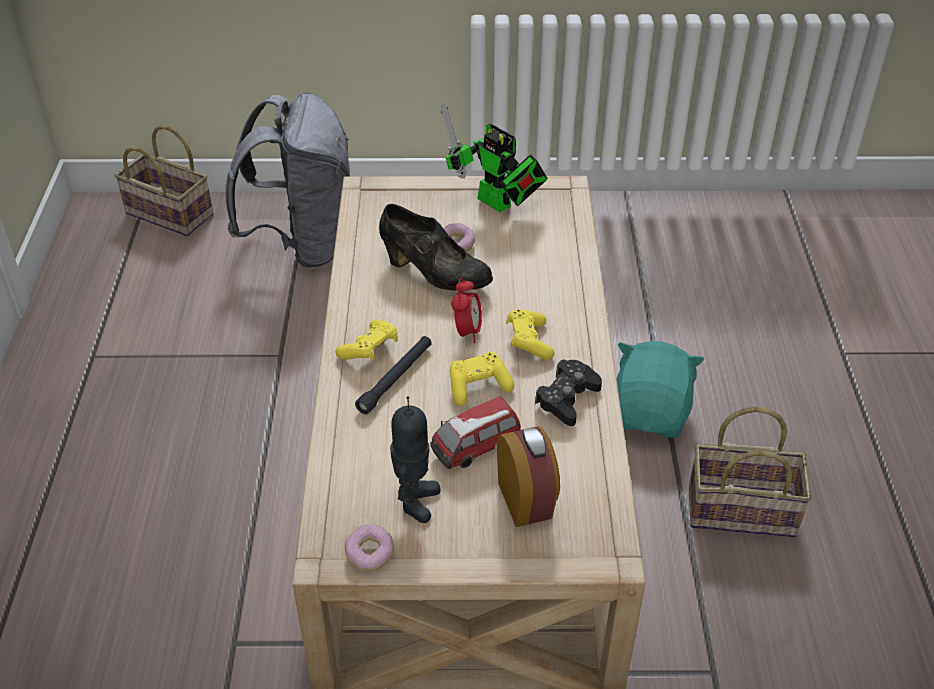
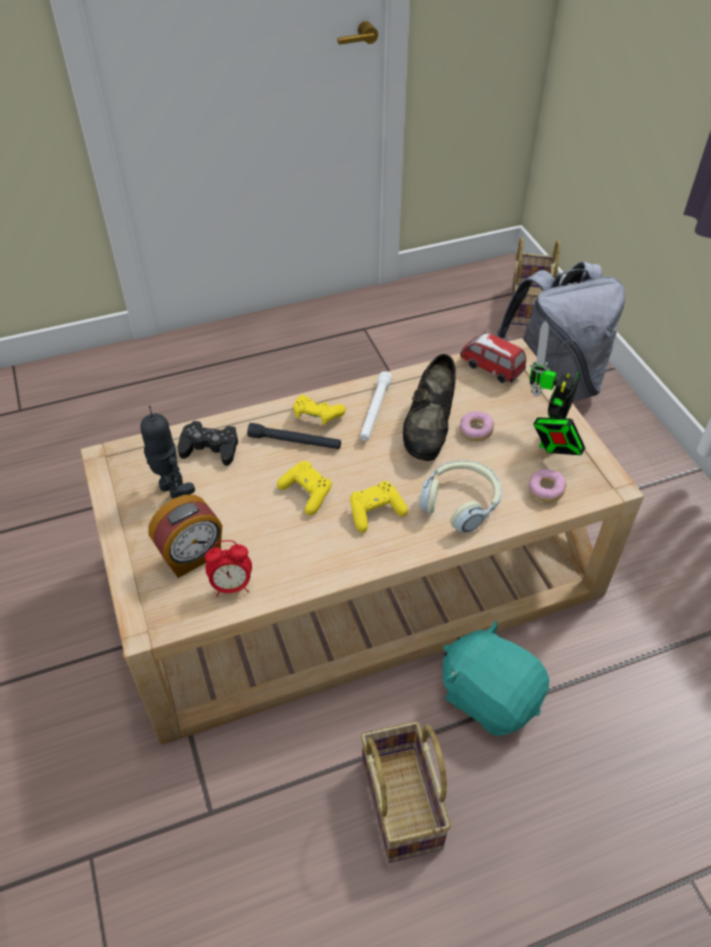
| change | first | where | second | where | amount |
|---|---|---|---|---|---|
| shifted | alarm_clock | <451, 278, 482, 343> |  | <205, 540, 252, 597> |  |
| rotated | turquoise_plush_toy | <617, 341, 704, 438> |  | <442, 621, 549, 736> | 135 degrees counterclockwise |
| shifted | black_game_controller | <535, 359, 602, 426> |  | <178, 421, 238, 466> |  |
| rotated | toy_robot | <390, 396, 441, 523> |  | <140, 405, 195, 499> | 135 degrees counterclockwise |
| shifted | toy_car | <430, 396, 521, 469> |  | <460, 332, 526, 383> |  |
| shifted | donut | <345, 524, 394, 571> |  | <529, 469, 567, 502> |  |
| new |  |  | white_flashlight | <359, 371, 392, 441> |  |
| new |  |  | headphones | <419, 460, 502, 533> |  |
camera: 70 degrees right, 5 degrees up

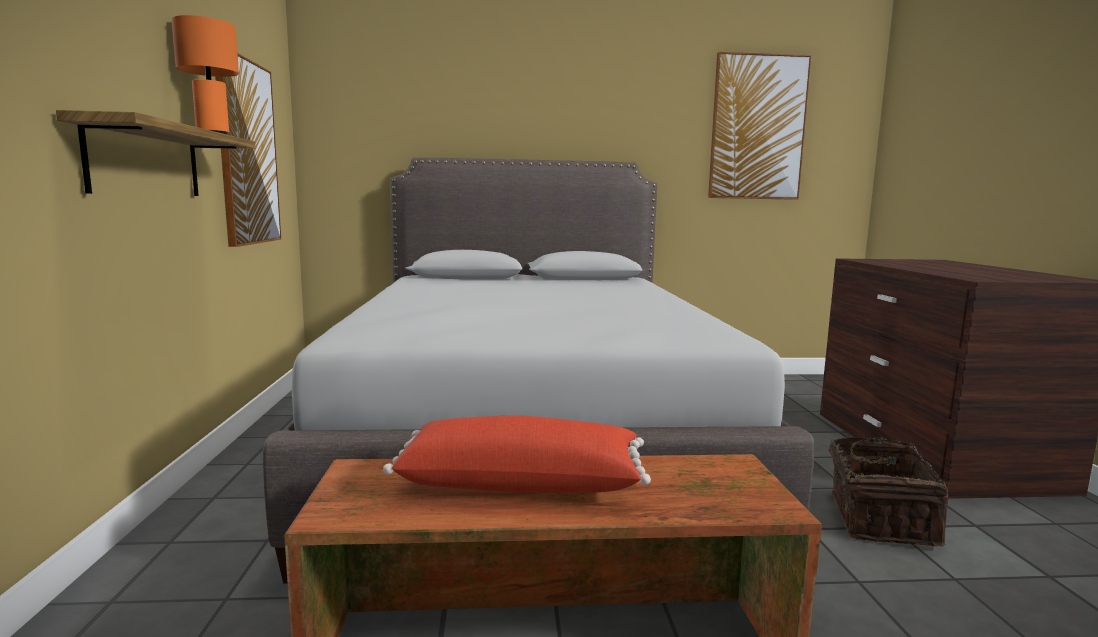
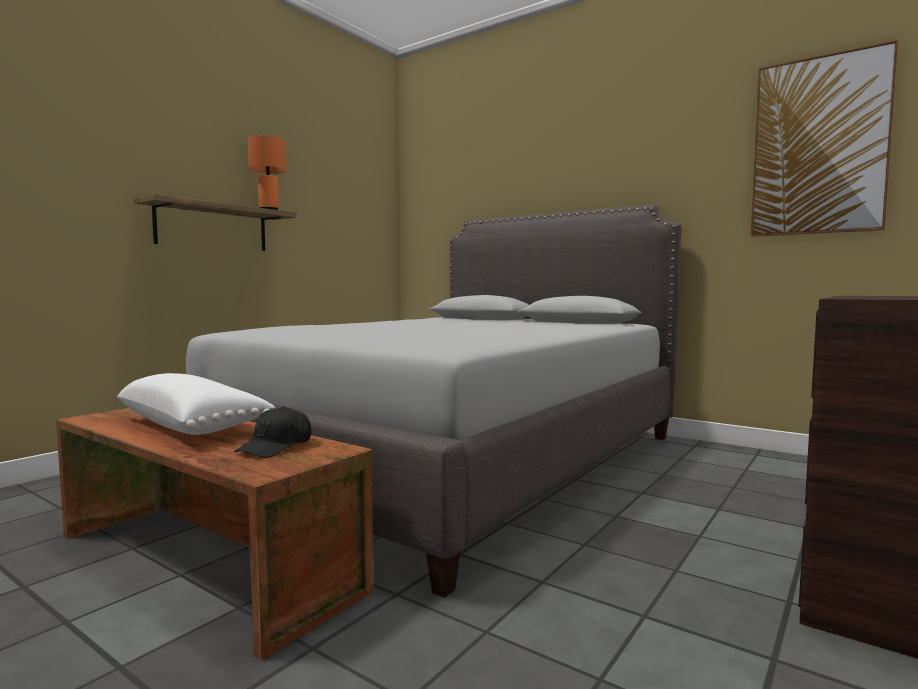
| change | first | where | second | where | amount |
|---|---|---|---|---|---|
| gone | picture | <215, 54, 281, 247> |  |  |  |
| repainted | red_pillow | <383, 416, 651, 493> | white_pillow | <117, 373, 275, 435> |  |
| gone | basket | <819, 437, 948, 547> |  |  |  |
| new |  |  | black_cap | <234, 406, 311, 458> |  |
camera: 40 degrees right, 5 degrees down

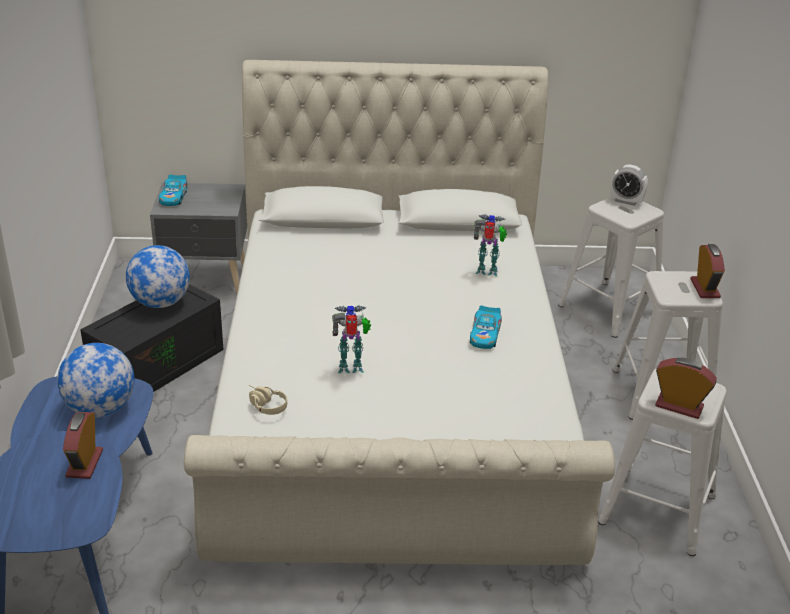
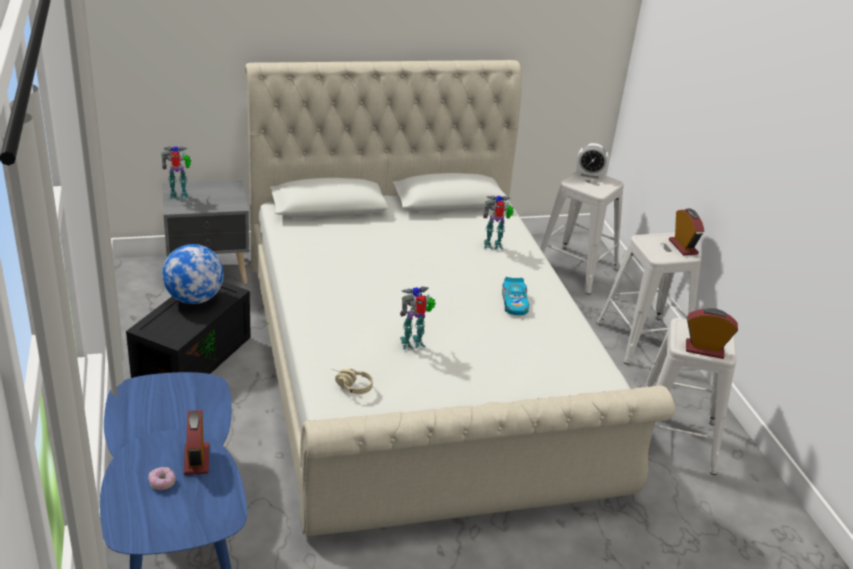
| change | first | where | second | where | amount |
|---|---|---|---|---|---|
| swapped | toy_car | <159, 174, 187, 206> | toy_robot | <161, 146, 191, 199> |  |
| gone | globe | <57, 343, 135, 418> |  |  |  |
| new |  |  | donut | <148, 467, 175, 490> |  |
camera: 15 degrees left, 0 degrees up

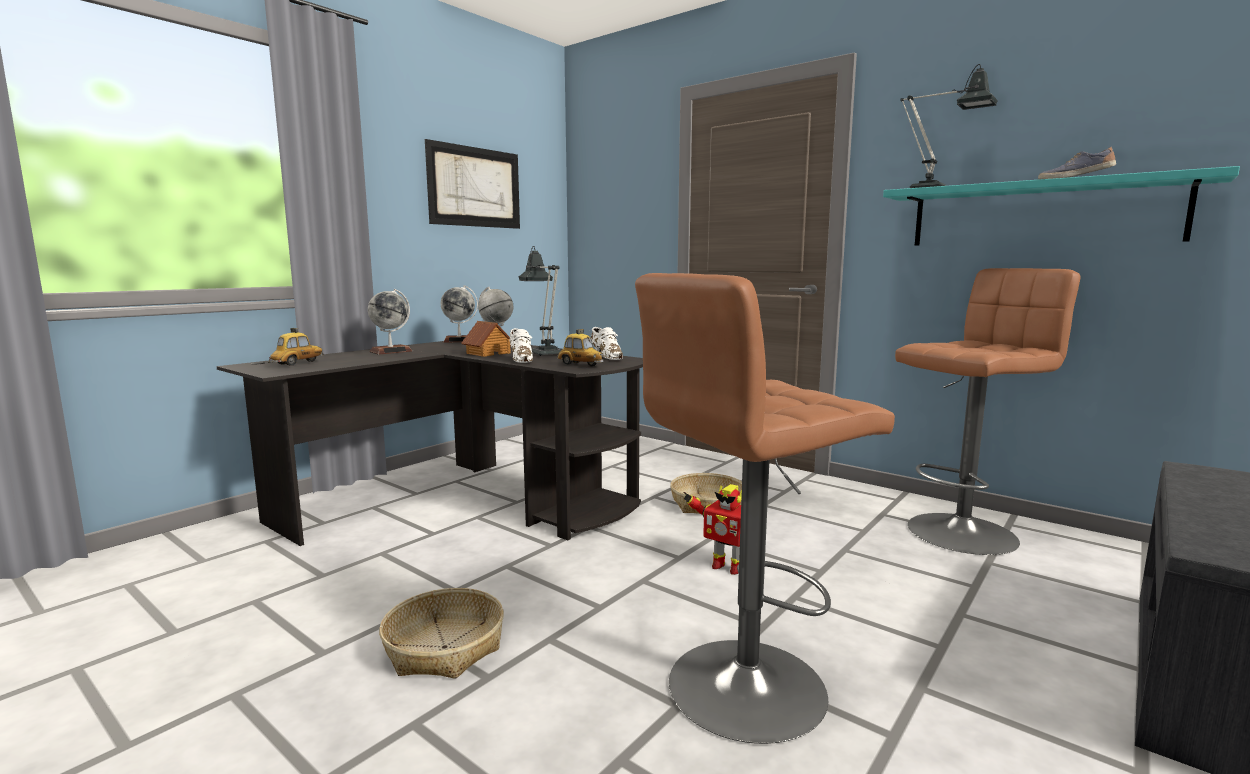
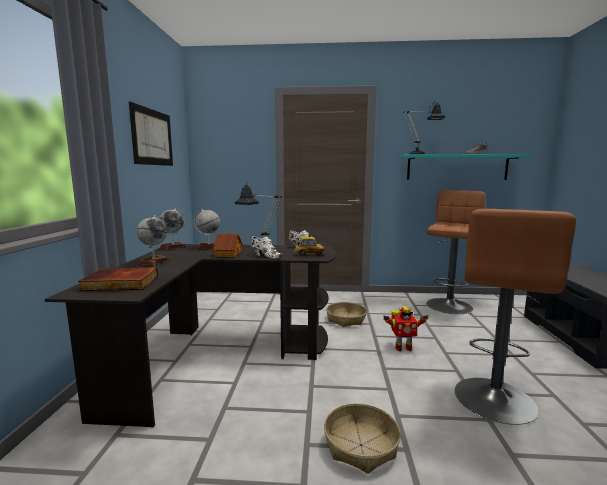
| change | first | where | second | where | amount |
|---|---|---|---|---|---|
| swapped | toy_car | <268, 328, 323, 366> | book | <78, 267, 158, 291> |  |
camera: 35 degrees left, 0 degrees up

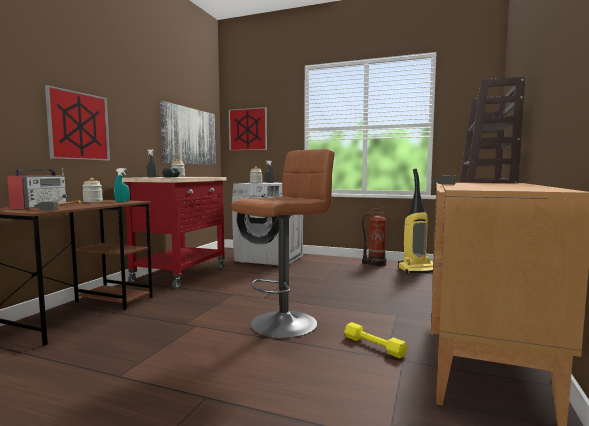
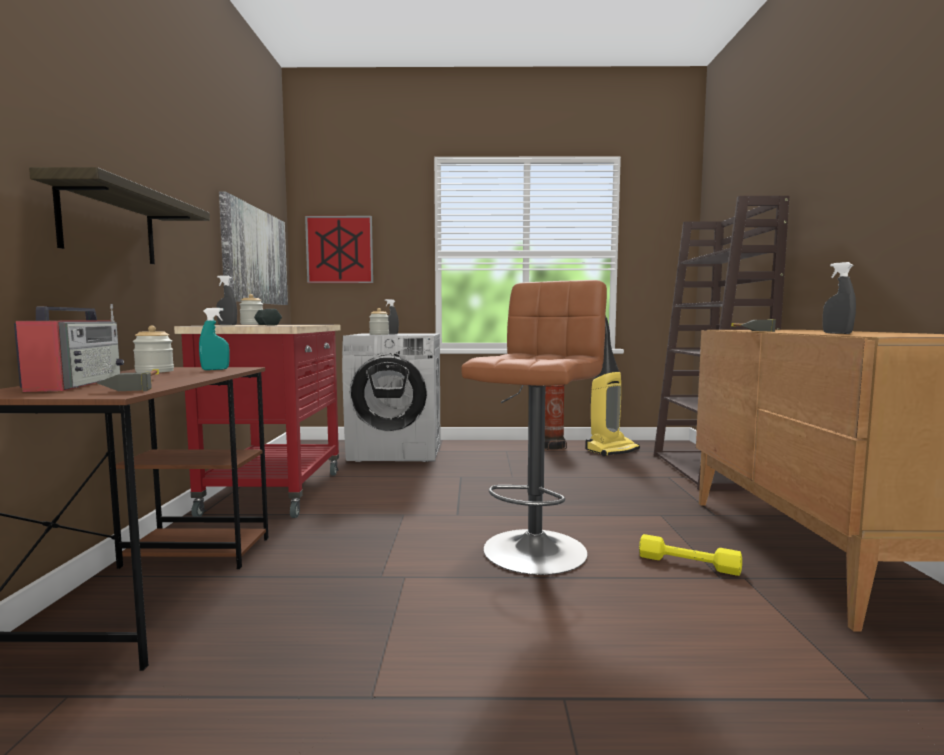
| change | first | where | second | where | amount |
|---|---|---|---|---|---|
| swapped | picture | <45, 85, 110, 161> | shelf | <29, 167, 210, 264> |  |
| new |  |  | grey_spray_bottle | <823, 262, 856, 334> |  |
camera: 20 degrees left, 0 degrees up

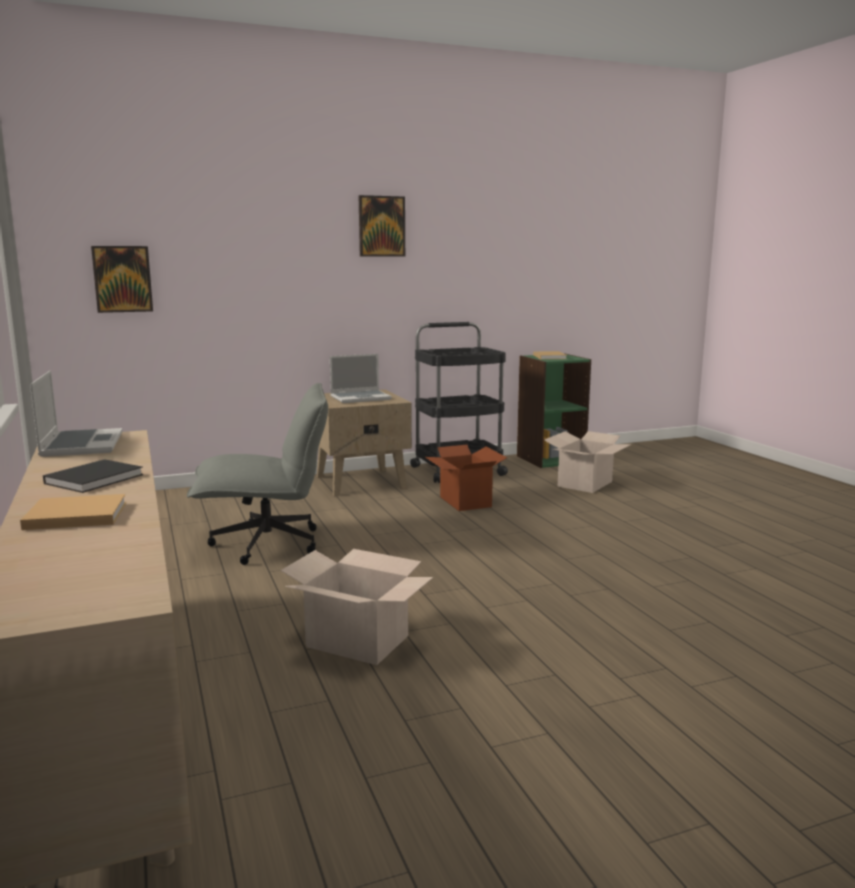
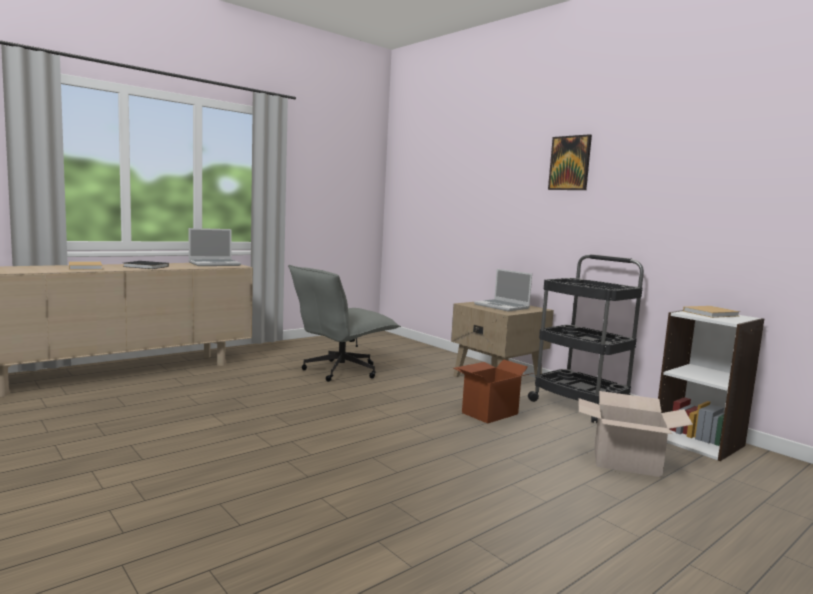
| change | first | where | second | where | amount |
|---|---|---|---|---|---|
| gone | picture | <91, 246, 153, 313> |  |  |  |
| repainted | green_bookcase | <517, 353, 591, 468> | white_bookcase | <658, 310, 764, 461> |  |
| rotated | grey_office_chair | <187, 383, 328, 565> |  | <288, 265, 401, 382> | 75 degrees clockwise |
| gone | cardboard_box | <281, 549, 433, 665> |  |  |  |
camera: 70 degrees right, 5 degrees down

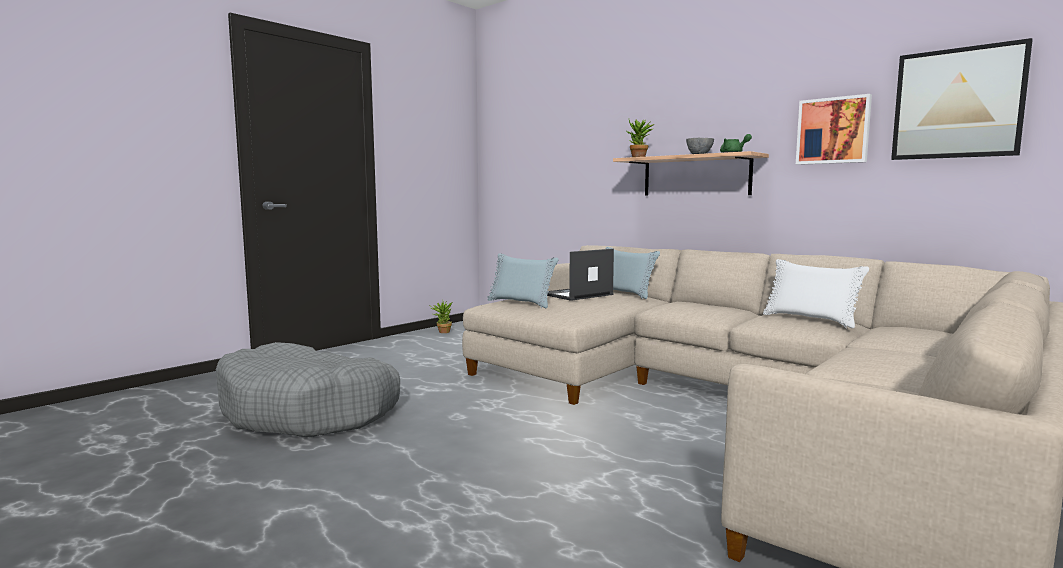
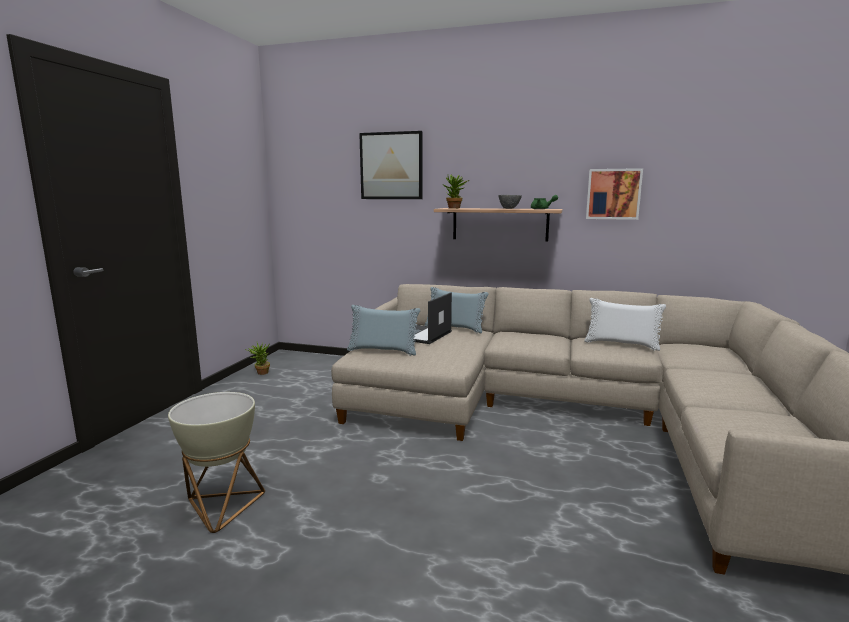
| change | first | where | second | where | amount |
|---|---|---|---|---|---|
| shifted | picture | <891, 38, 1033, 160> |  | <359, 131, 422, 199> |  |
| swapped | grey_dog_bed | <216, 342, 400, 437> | planter | <168, 392, 265, 533> |  |
camera: 25 degrees left, 5 degrees up

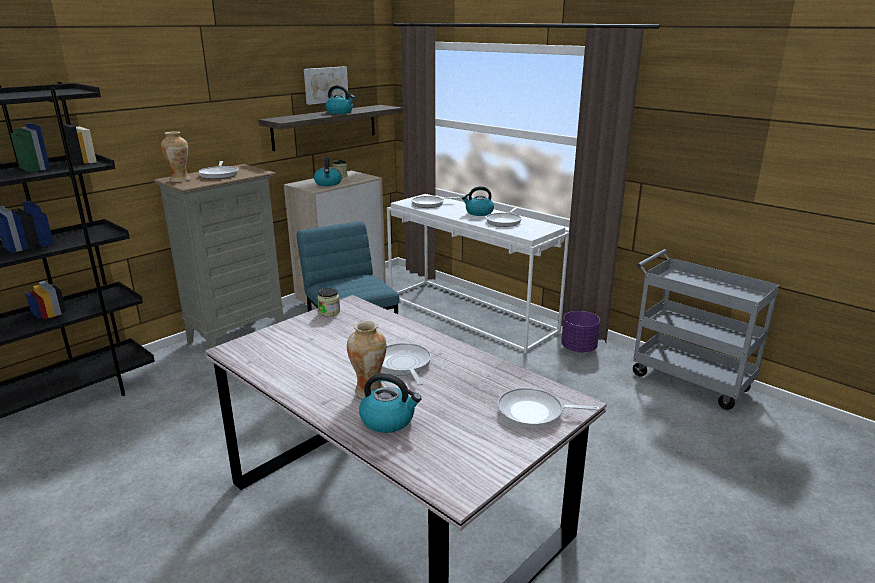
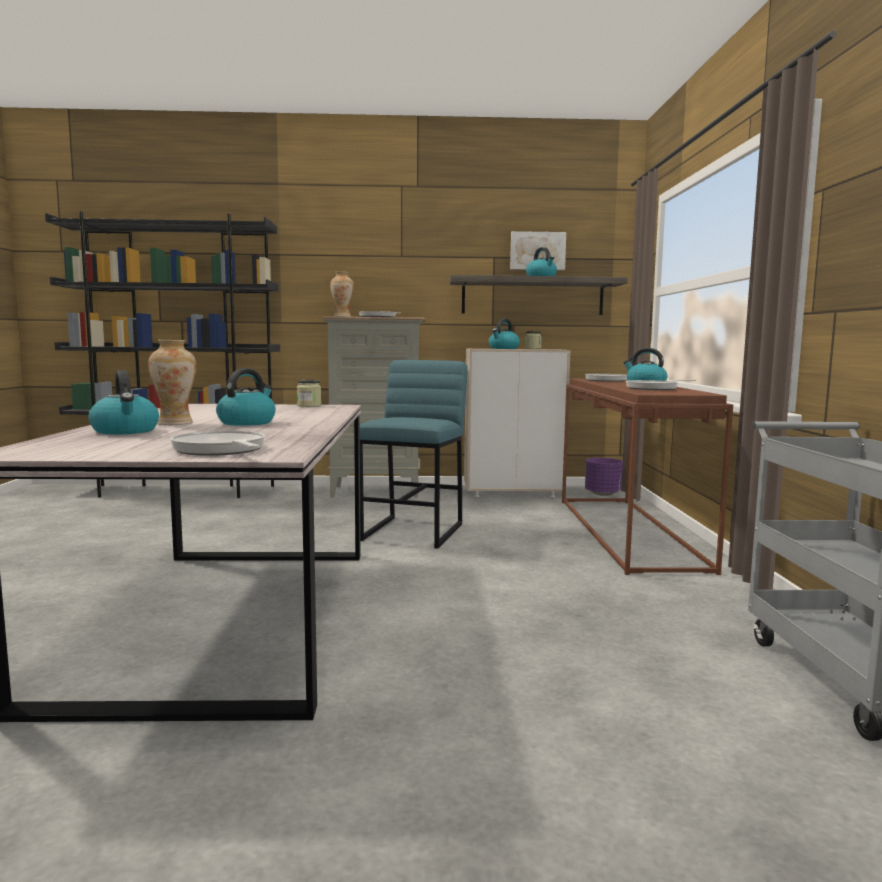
| change | first | where | second | where | amount |
|---|---|---|---|---|---|
| repainted | white_console_table | <387, 194, 569, 353> | brown_console_table | <562, 379, 733, 575> |  |
| shifted | purple_planter | <561, 311, 600, 353> |  | <585, 458, 623, 496> |  |
| swapped | frying_pan | <381, 343, 431, 385> | kettle | <216, 368, 276, 426> |  |
camera: 45 degrees right, 15 degrees down

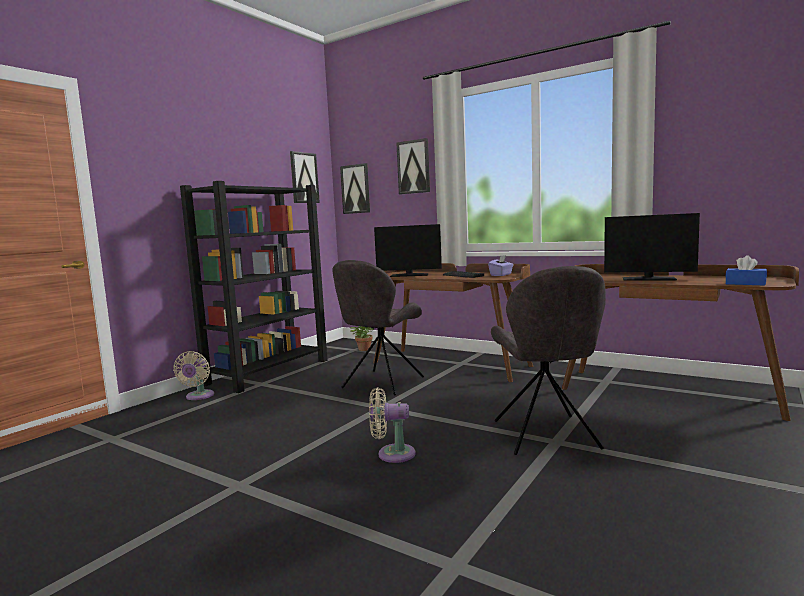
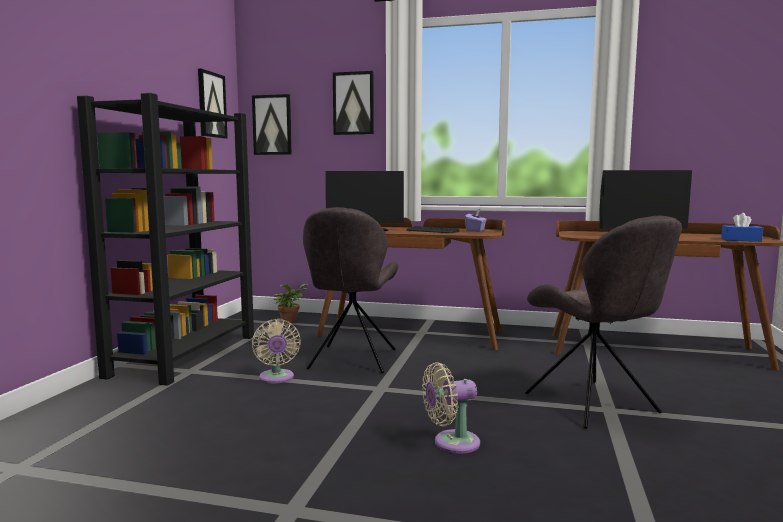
| change | first | where | second | where | amount |
|---|---|---|---|---|---|
| shifted | beige_fan | <173, 351, 214, 400> |  | <252, 319, 301, 383> |  |
camera: 20 degrees left, 0 degrees up

